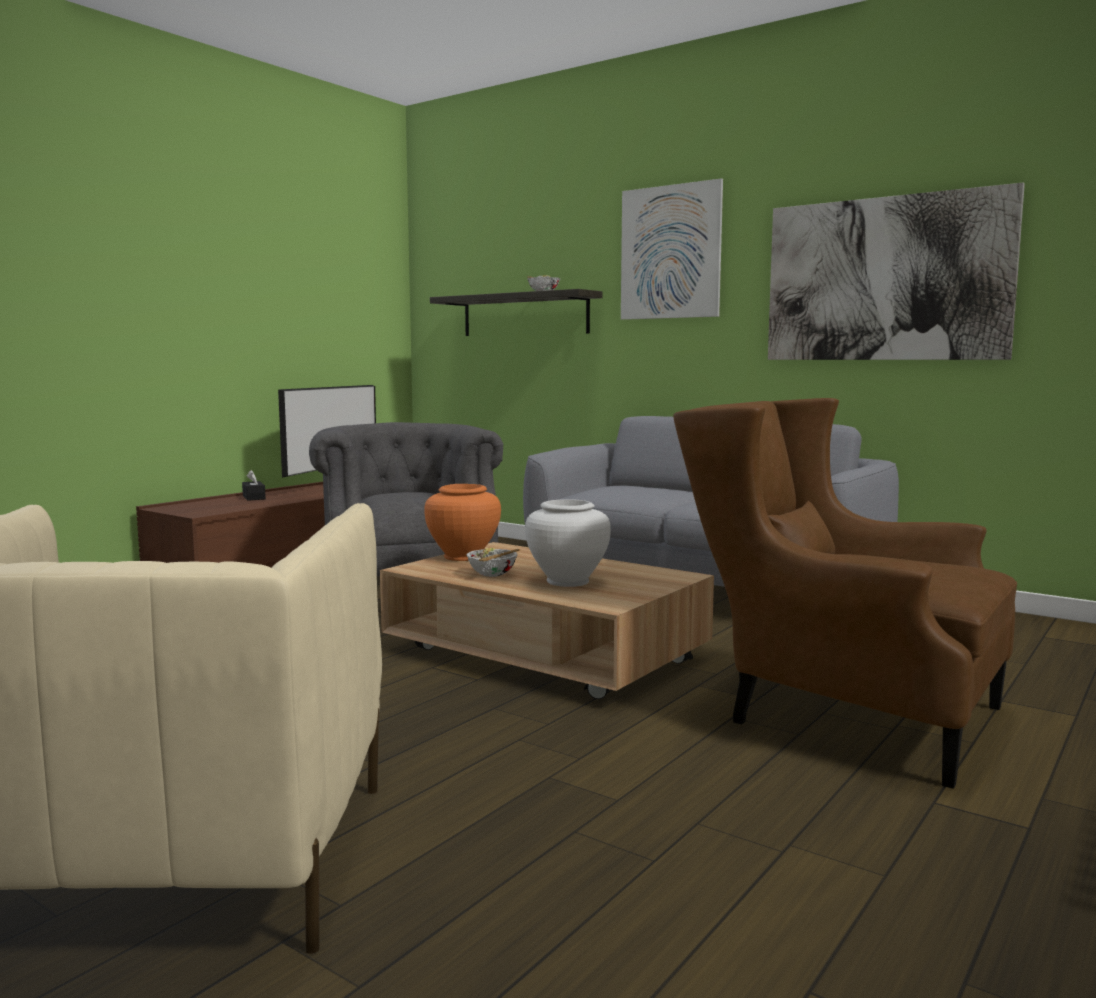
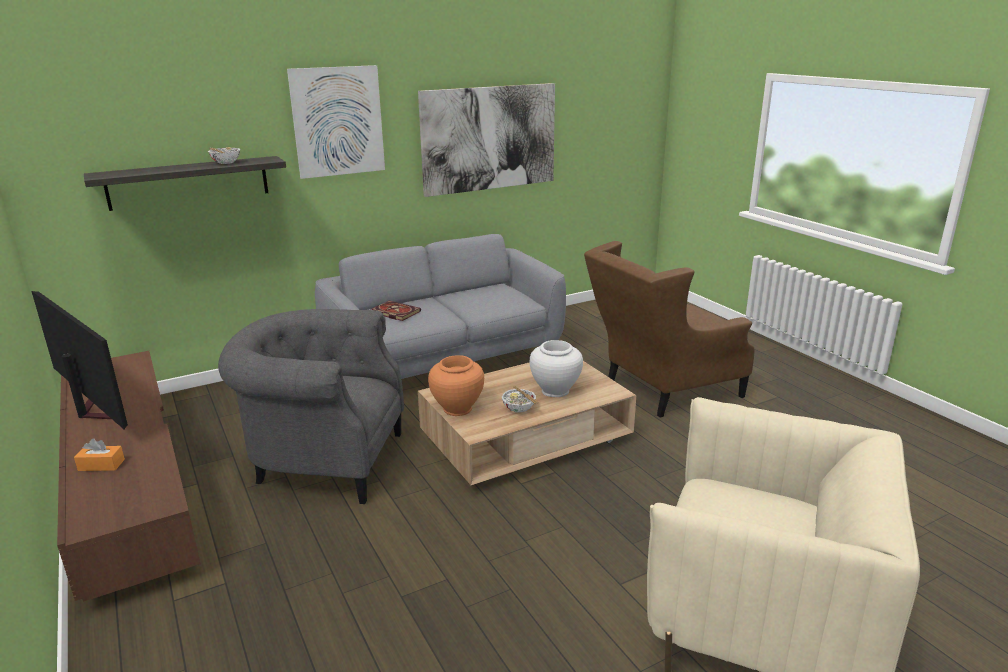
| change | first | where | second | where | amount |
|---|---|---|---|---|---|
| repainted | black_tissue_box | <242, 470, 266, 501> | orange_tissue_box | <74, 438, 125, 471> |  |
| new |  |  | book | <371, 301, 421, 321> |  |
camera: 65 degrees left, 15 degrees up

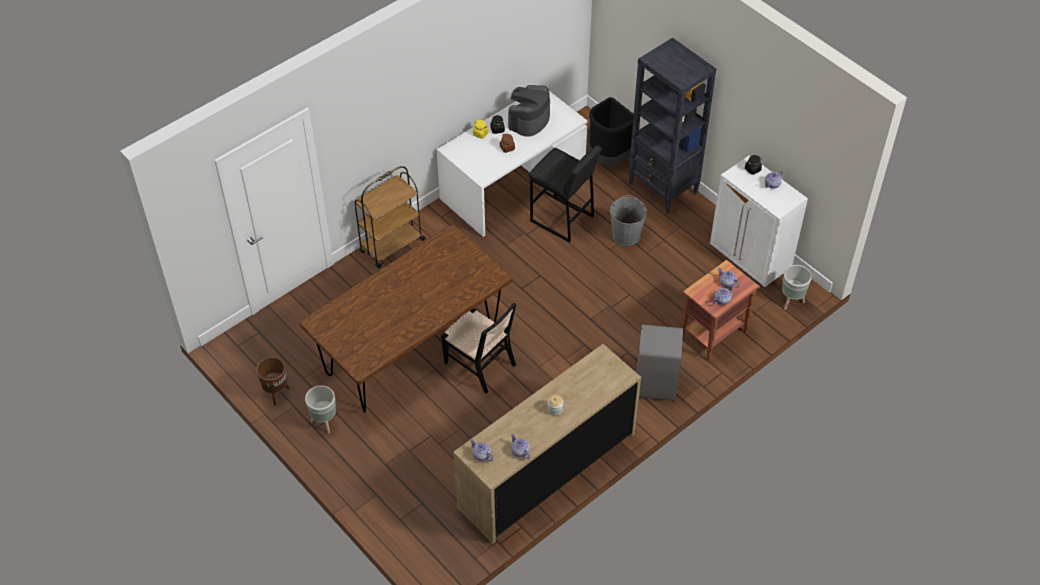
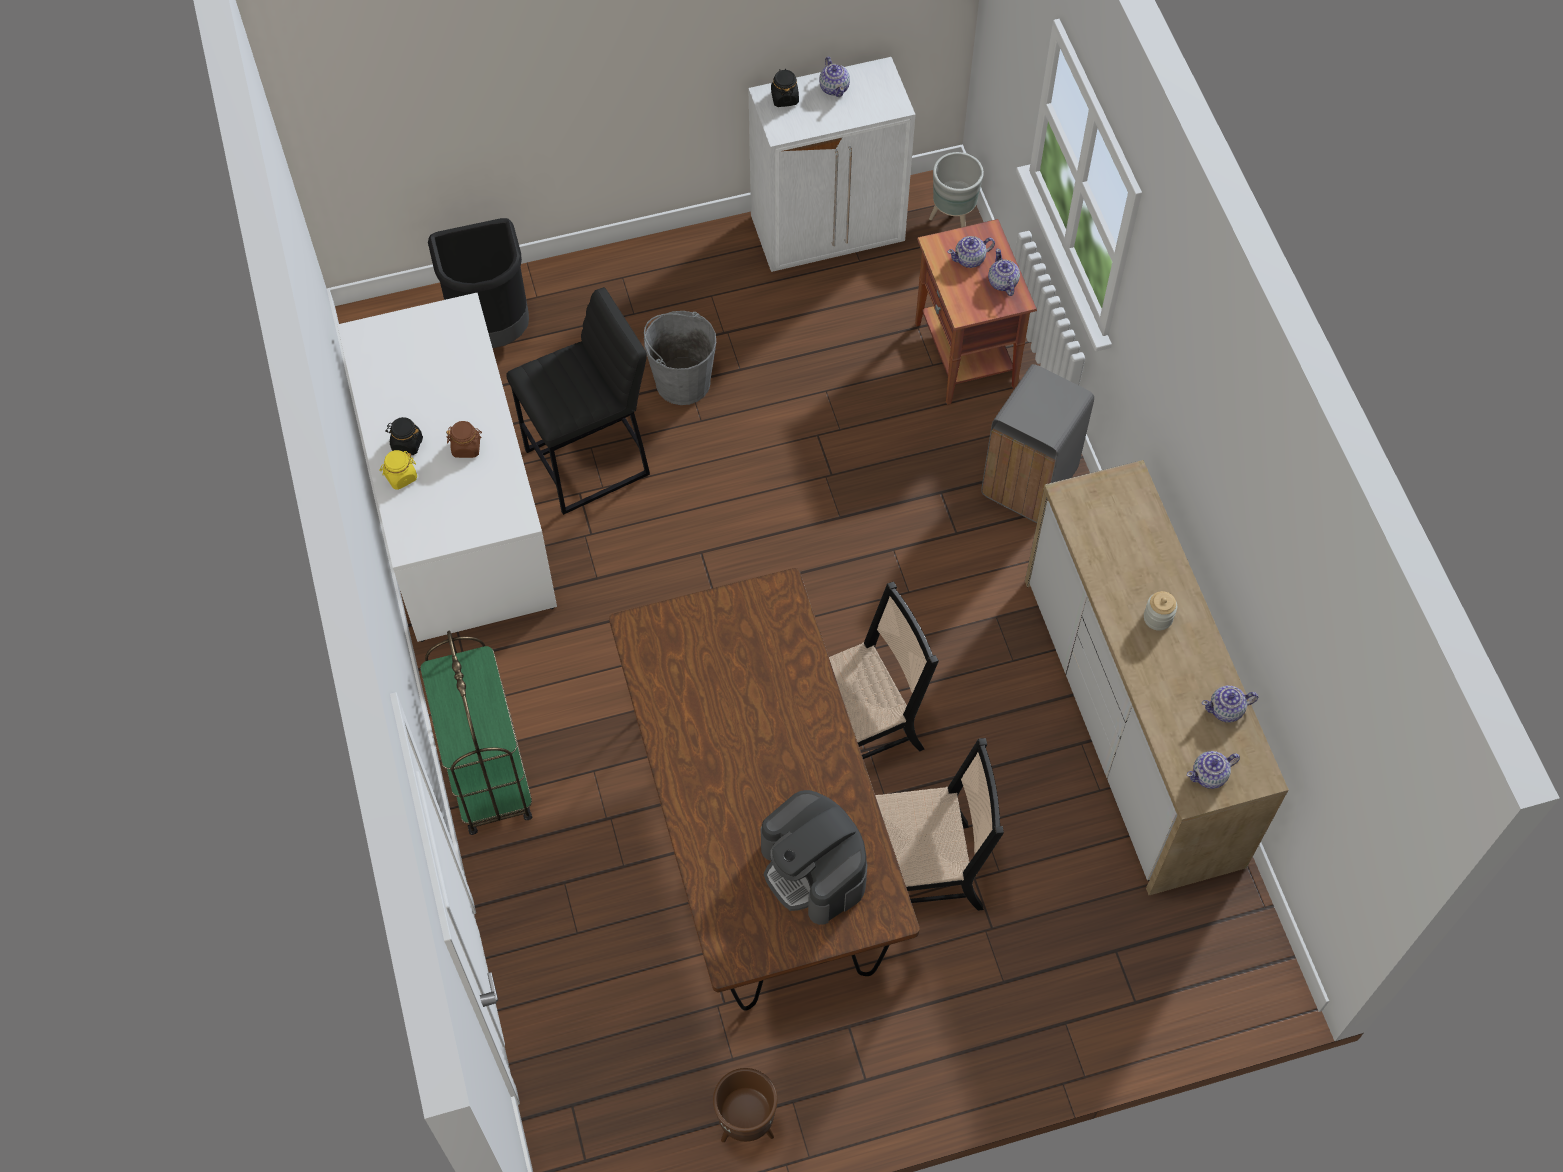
| change | first | where | second | where | amount |
|---|---|---|---|---|---|
| gone | black_bookcase | <628, 38, 716, 214> |  |  |  |
| shifted | coffee_machine | <508, 85, 550, 137> |  | <761, 790, 867, 925> |  |
| repainted | brown_cart | <355, 166, 426, 268> | green_cart | <420, 631, 532, 835> |  |
| gone | grey_planter | <305, 385, 336, 433> |  |  |  |
| new |  |  | chair | <875, 738, 1004, 911> |  |
camera: 65 degrees left, 10 degrees up

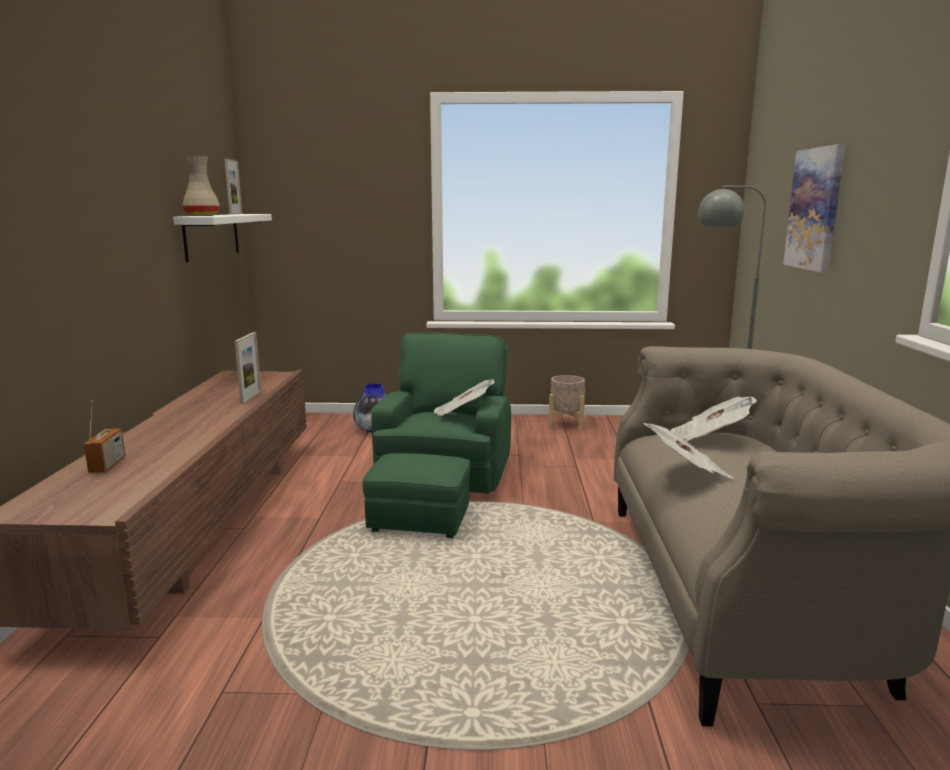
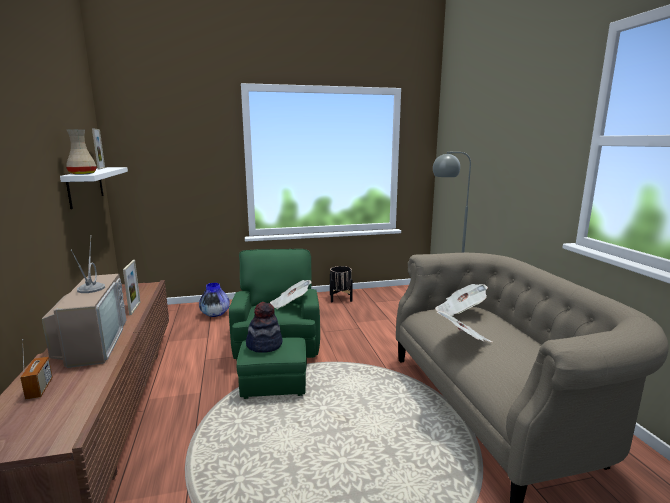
| change | first | where | second | where | amount |
|---|---|---|---|---|---|
| gone | picture | <783, 144, 845, 273> |  |  |  |
| repainted | beige_planter | <548, 375, 585, 431> | black_planter | <330, 266, 353, 302> |  |
| new |  |  | television | <42, 235, 126, 368> |  |
| new |  |  | hat | <246, 302, 282, 353> |  |
camera: 15 degrees left, 0 degrees up

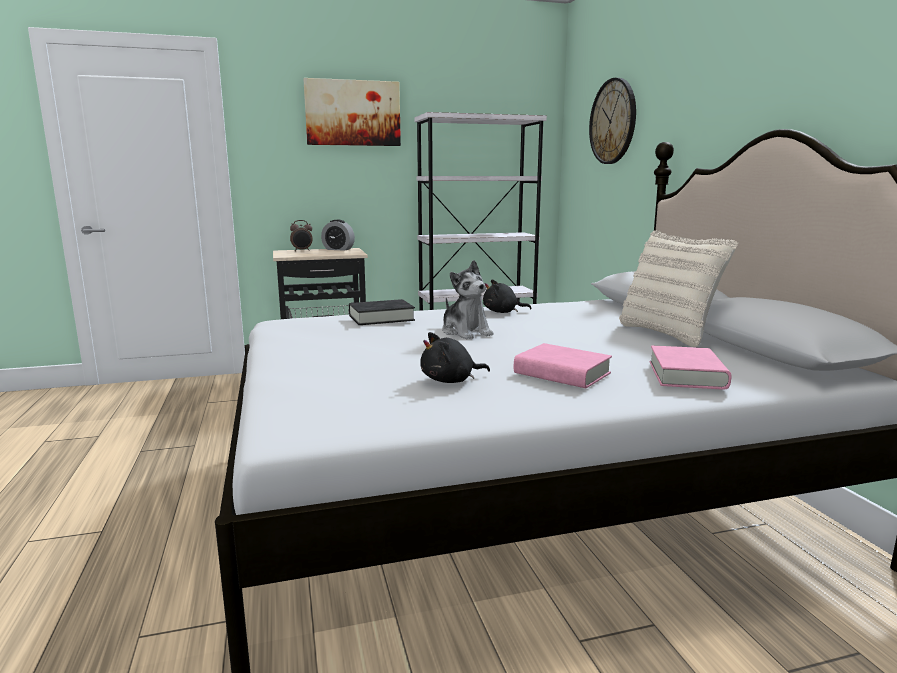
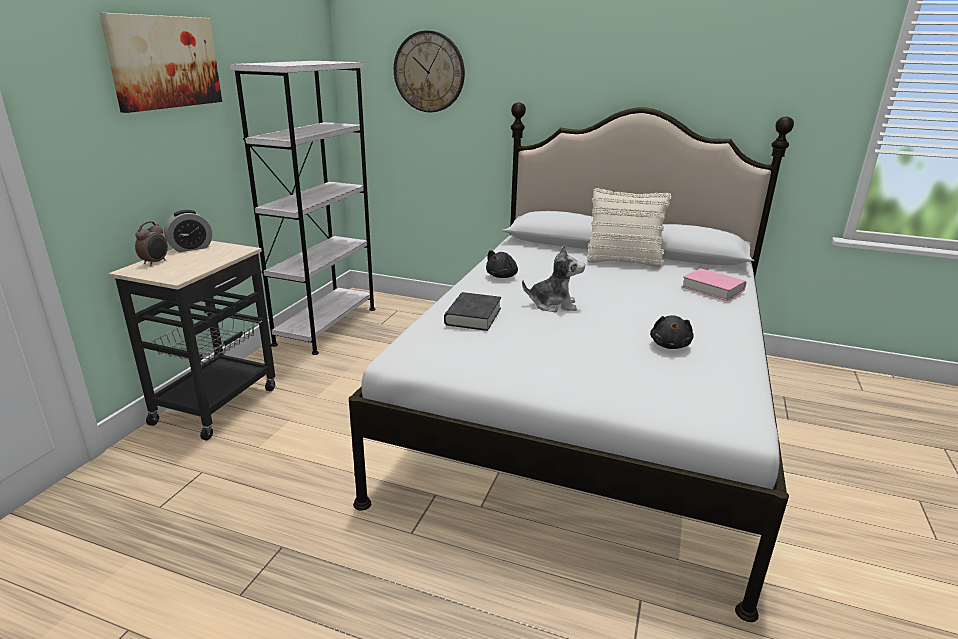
| change | first | where | second | where | amount |
|---|---|---|---|---|---|
| gone | pink_book | <514, 343, 612, 388> |  |  |  |
camera: 55 degrees left, 10 degrees up

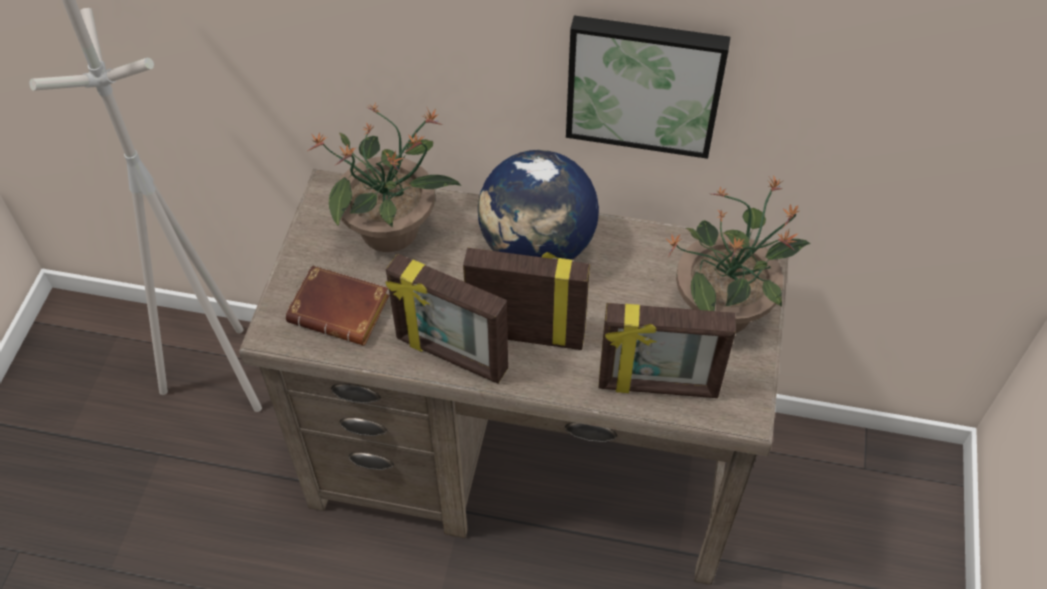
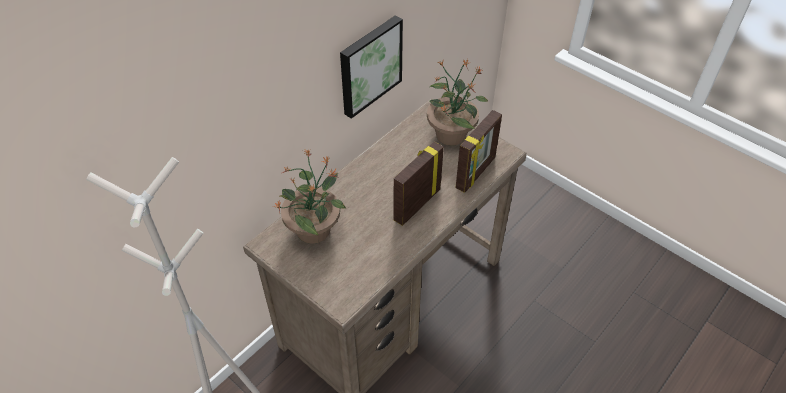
| change | first | where | second | where | amount |
|---|---|---|---|---|---|
| gone | globe | <478, 150, 599, 260> |  |  |  |
| gone | picture_frame | <385, 254, 508, 384> |  |  |  |
| gone | brown_book | <286, 265, 390, 345> |  |  |  |
camera: 60 degrees left, 5 degrees down

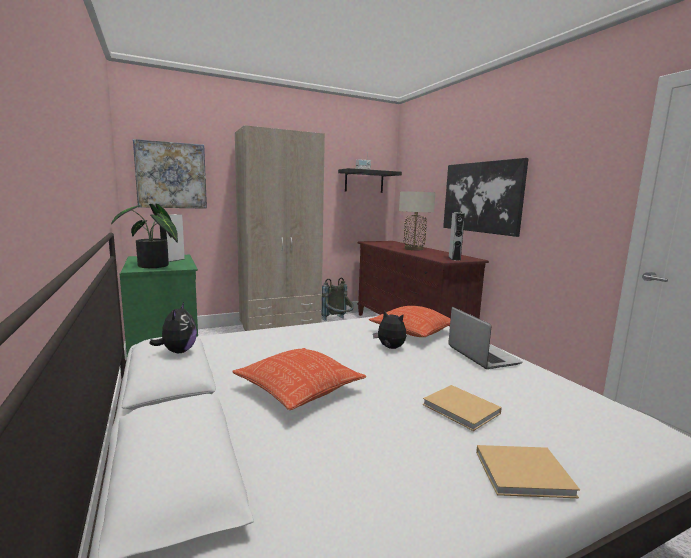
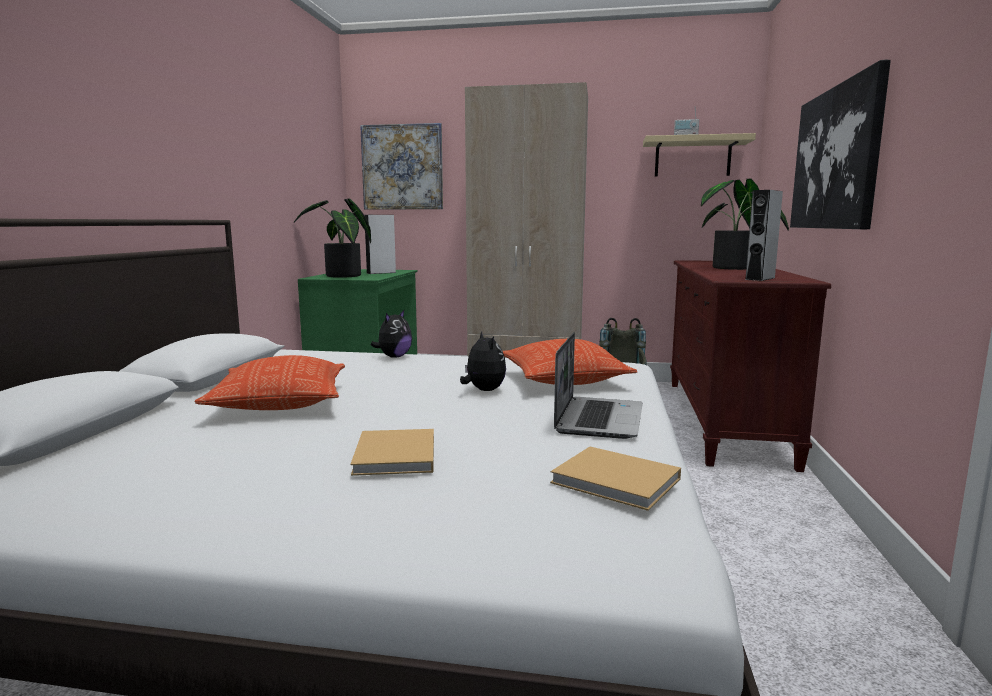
| change | first | where | second | where | amount |
|---|---|---|---|---|---|
| repainted | black_shelf | <338, 168, 402, 193> | beige_shelf | <643, 133, 756, 177> |  |
| swapped | table_lamp | <399, 191, 435, 250> | potted_plant | <701, 179, 789, 270> |  |
| shifted | plush_toy | <149, 302, 197, 353> |  | <371, 310, 412, 358> |  |
| shifted | beige_book | <476, 445, 580, 498> |  | <550, 447, 681, 511> |  |
camera: 35 degrees right, 0 degrees up

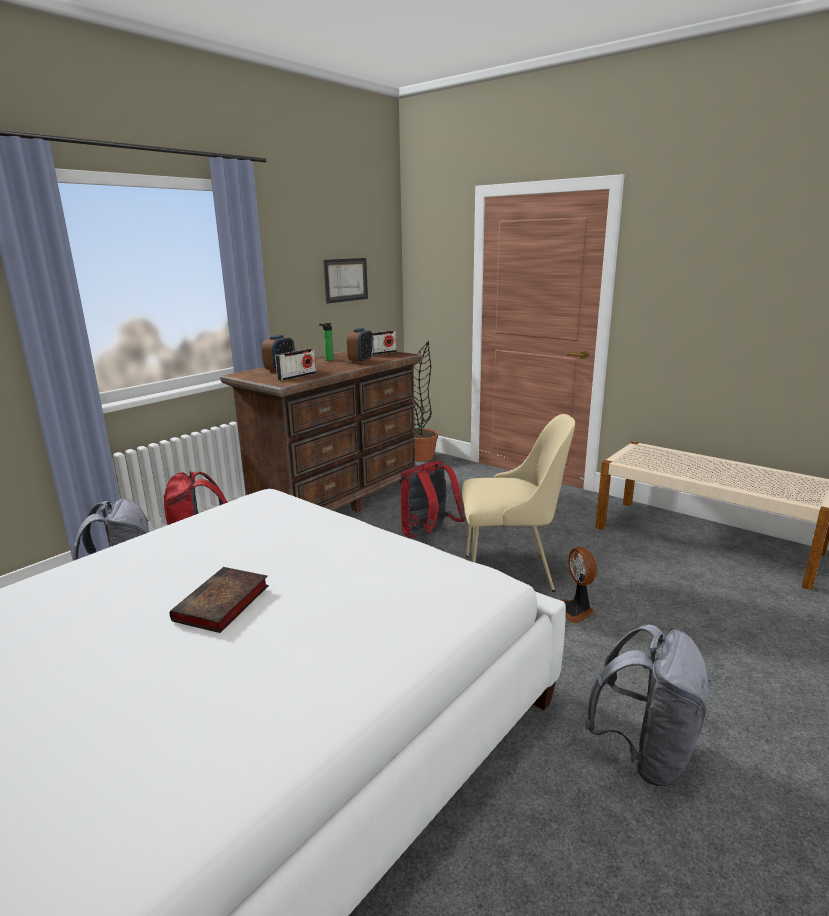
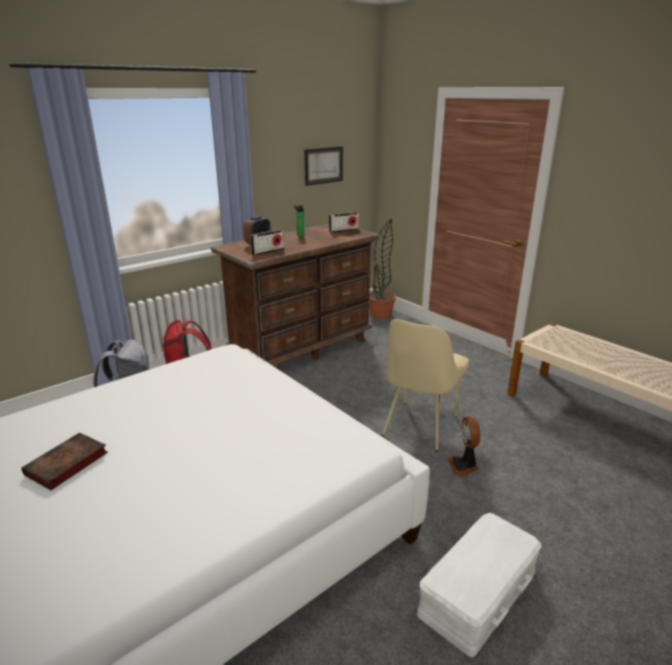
| change | first | where | second | where | amount |
|---|---|---|---|---|---|
| gone | alarm_clock | <347, 328, 374, 363> |  |  |  |
| rotated | beige_chair | <462, 414, 575, 592> |  | <382, 319, 469, 452> | 105 degrees clockwise |
| gone | red_backpack | <401, 461, 466, 539> |  |  |  |
| shifted | book | <170, 567, 269, 633> |  | <21, 432, 108, 490> |  |
| swapped | grey_backpack | <584, 624, 711, 786> | white_storage_box | <417, 513, 541, 657> |  |
camera: 10 degrees right, 5 degrees up

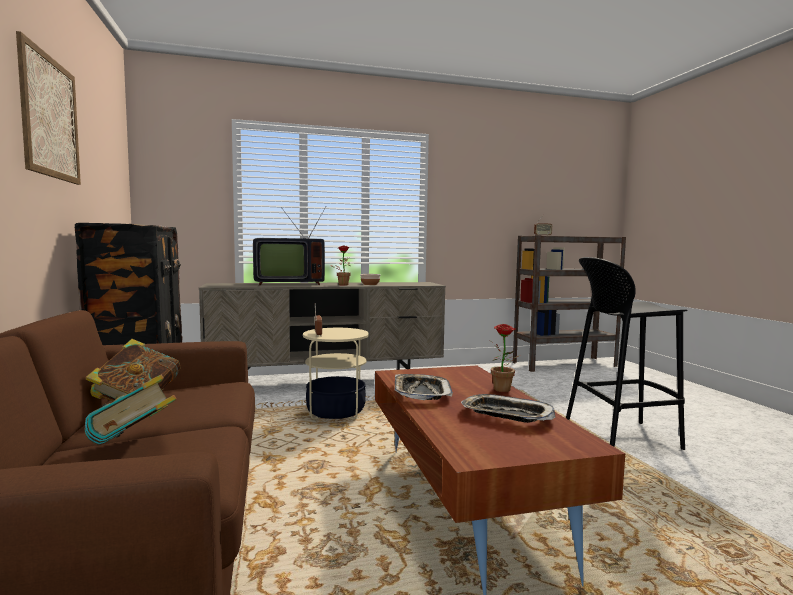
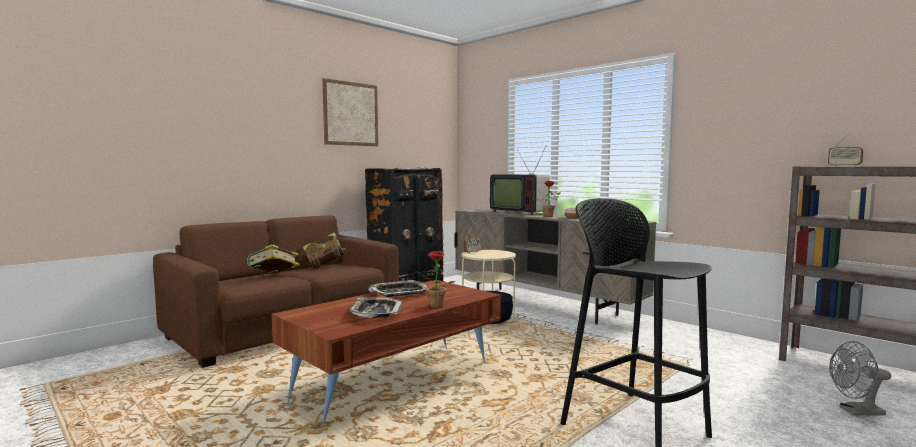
| change | first | where | second | where | amount |
|---|---|---|---|---|---|
| new |  |  | grey_fan | <829, 341, 891, 415> |  |
camera: 60 degrees right, 0 degrees up

